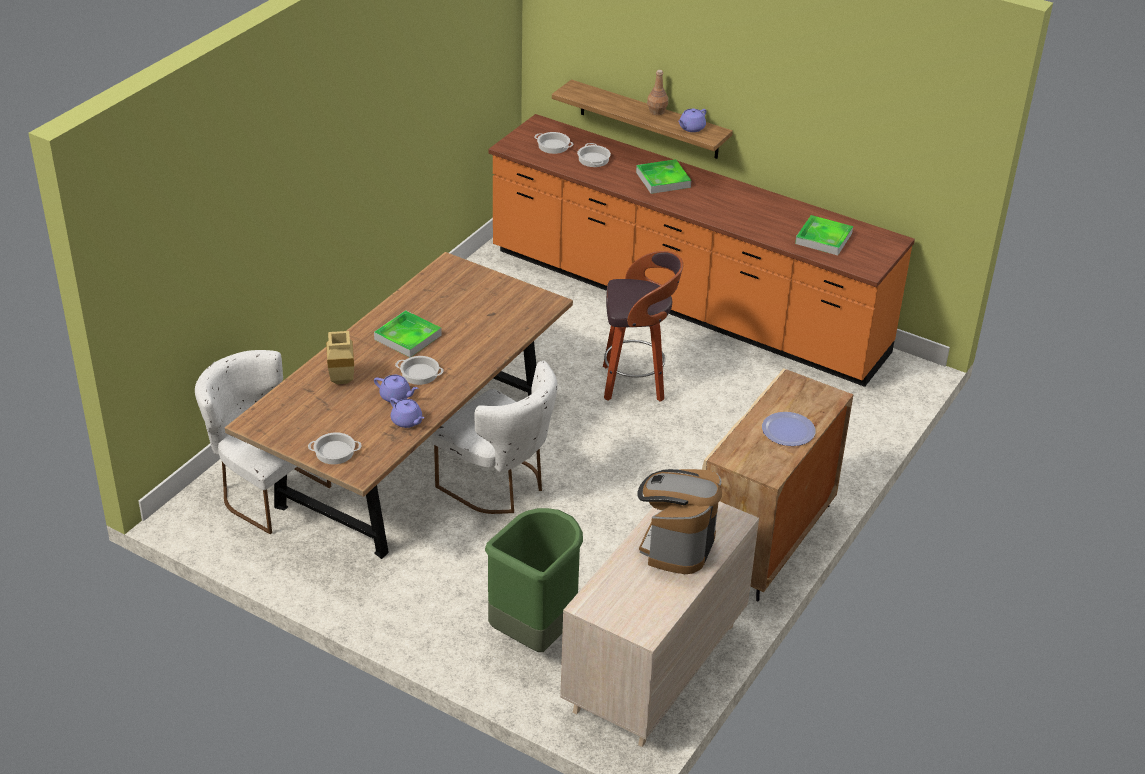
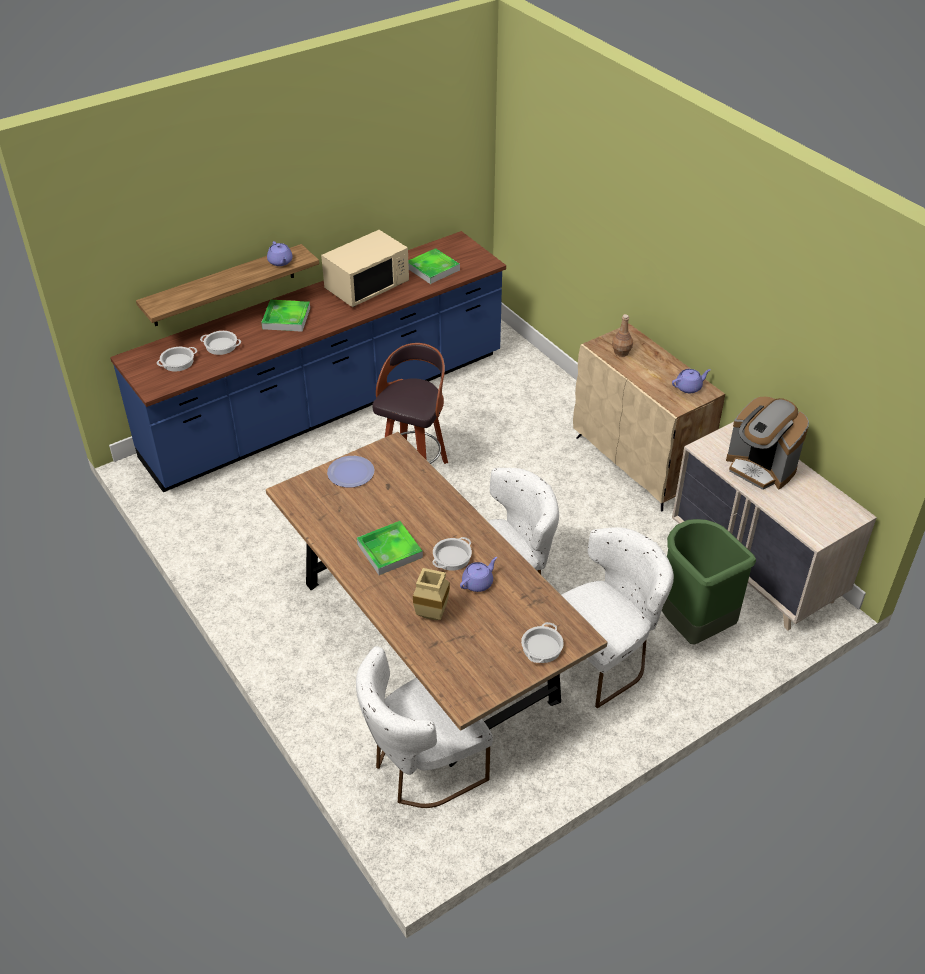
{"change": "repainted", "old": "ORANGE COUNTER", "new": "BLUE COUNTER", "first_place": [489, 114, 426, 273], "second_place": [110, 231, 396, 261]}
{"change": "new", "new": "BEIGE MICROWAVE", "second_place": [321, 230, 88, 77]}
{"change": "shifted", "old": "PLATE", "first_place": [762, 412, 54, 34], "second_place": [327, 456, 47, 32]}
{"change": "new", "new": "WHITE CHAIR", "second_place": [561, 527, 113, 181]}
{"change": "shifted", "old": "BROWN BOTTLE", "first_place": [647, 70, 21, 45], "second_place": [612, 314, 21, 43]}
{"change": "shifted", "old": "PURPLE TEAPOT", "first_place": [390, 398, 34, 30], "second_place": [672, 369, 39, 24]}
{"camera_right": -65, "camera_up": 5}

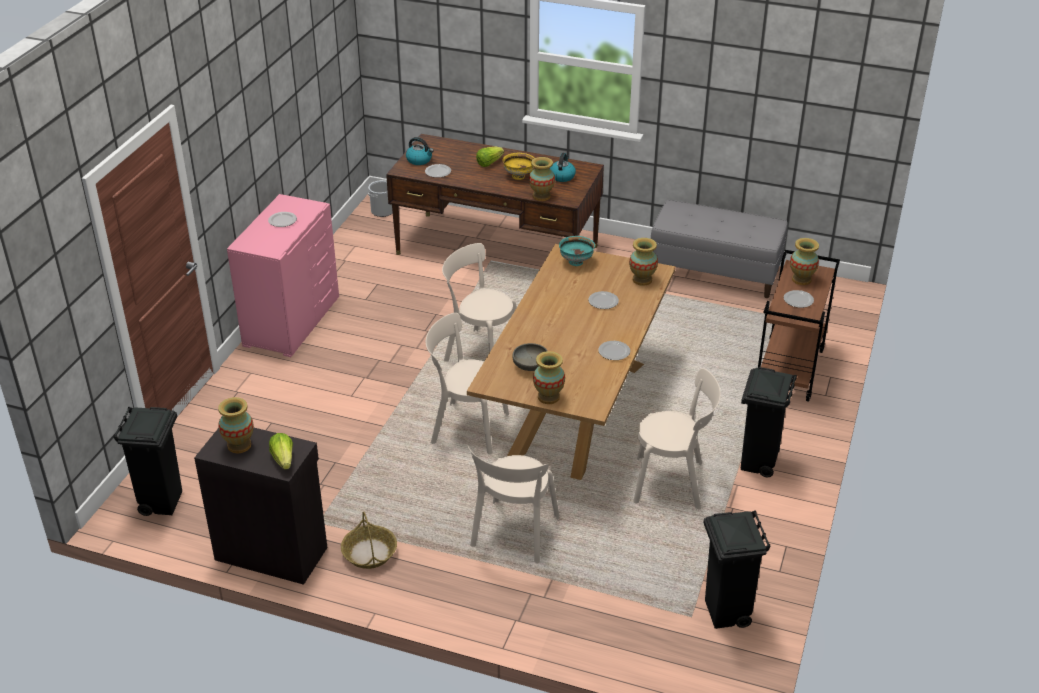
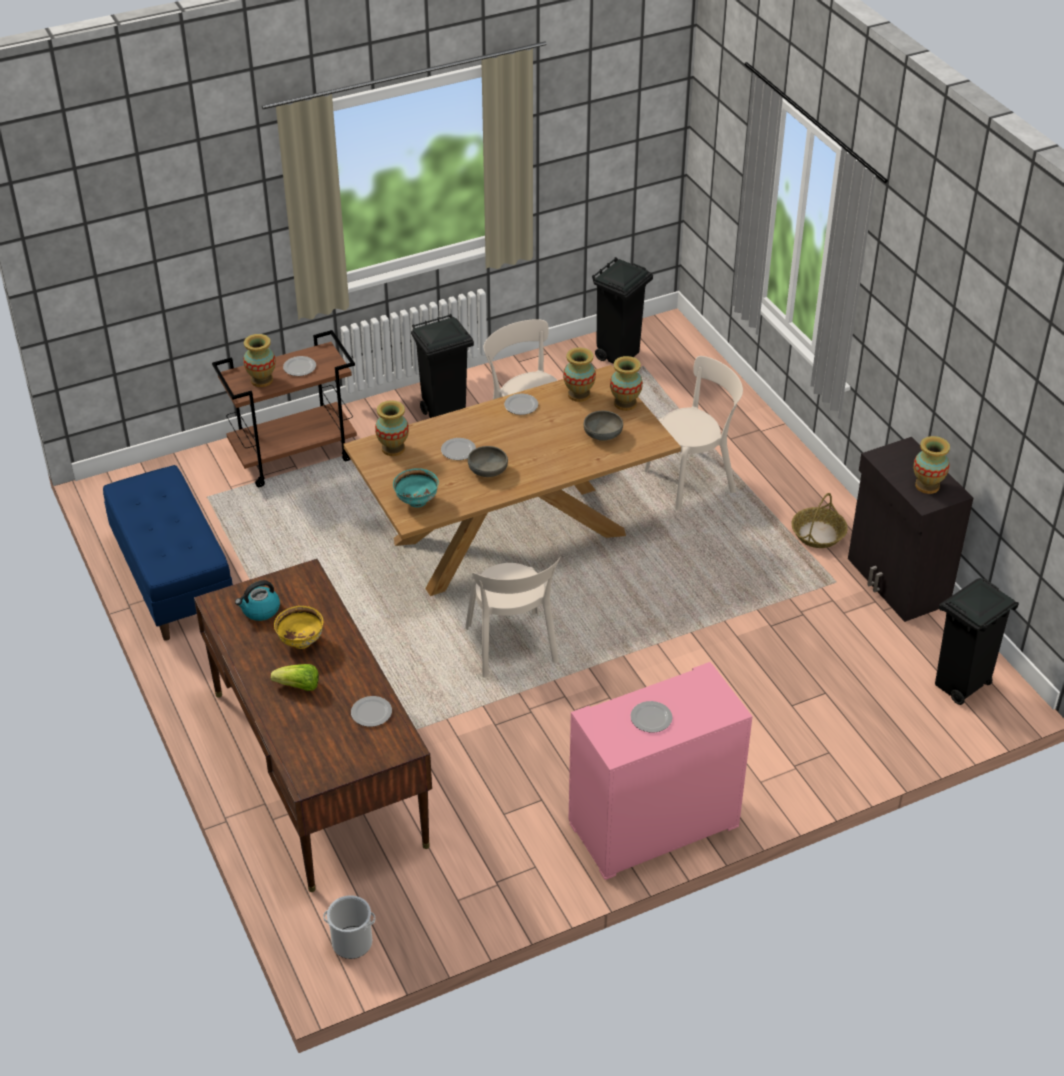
{"change": "repainted", "old": "GREY BENCH", "new": "BLUE BENCH", "first_place": [651, 200, 137, 98], "second_place": [103, 465, 130, 176]}
{"change": "new", "new": "GREY BOWL", "second_place": [468, 446, 40, 31]}
{"change": "shifted", "old": "VASE", "first_place": [529, 157, 26, 44], "second_place": [563, 348, 33, 54]}
{"change": "gone", "old": "LETTUCE", "first_place": [269, 433, 24, 37]}
{"change": "gone", "old": "KETTLE", "first_place": [406, 137, 28, 28]}
{"change": "gone", "old": "BEIGE CHAIR", "first_place": [426, 313, 83, 141]}
{"camera_right": -135, "camera_up": 5}

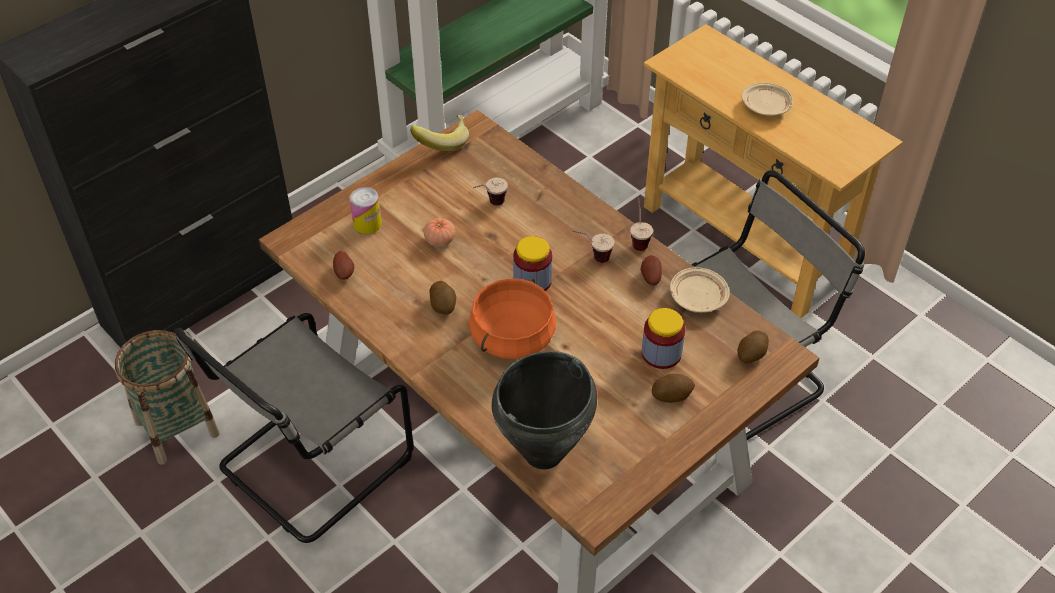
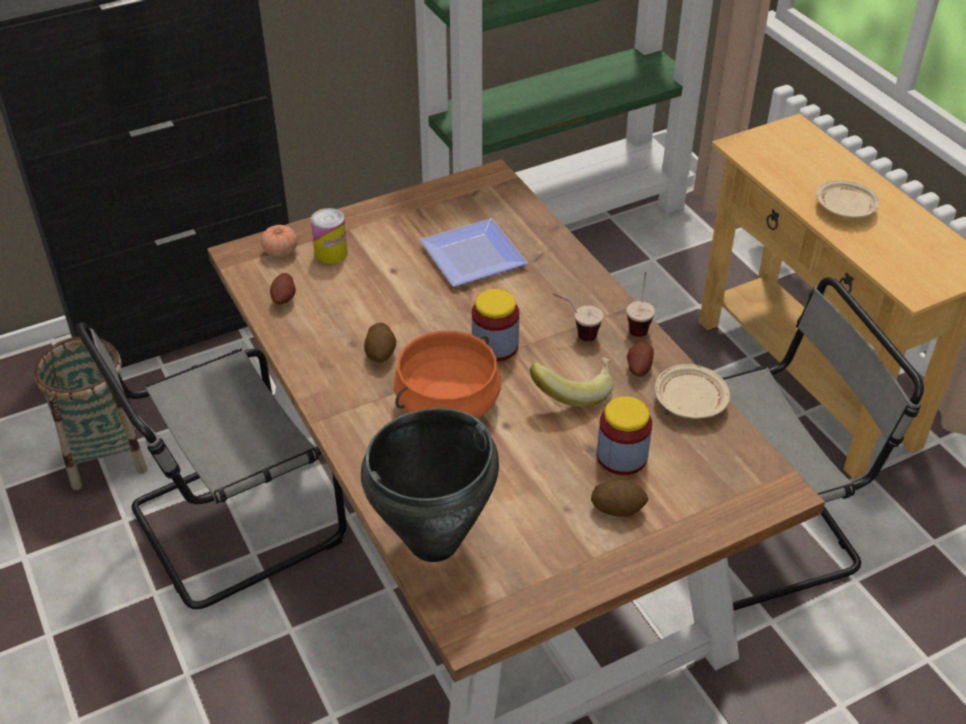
{"change": "shifted", "old": "TOMATO", "first_place": [424, 218, 31, 29], "second_place": [261, 225, 37, 32]}
{"change": "swapped", "old": "CUP", "new": "PLATE", "first_place": [473, 177, 35, 29], "second_place": [420, 218, 108, 69]}
{"change": "shifted", "old": "BANANA", "first_place": [410, 115, 59, 36], "second_place": [530, 358, 83, 49]}
{"change": "gone", "old": "POTATO", "first_place": [737, 331, 32, 32]}
{"camera_right": 15, "camera_up": -5}

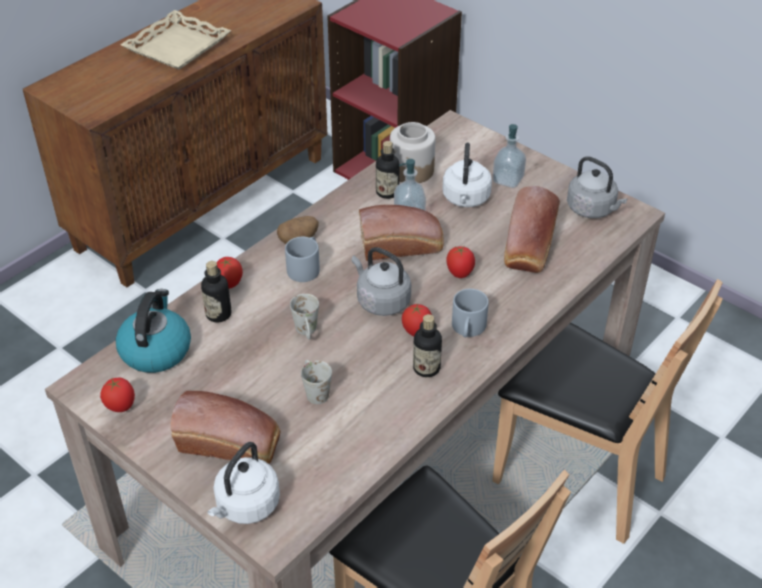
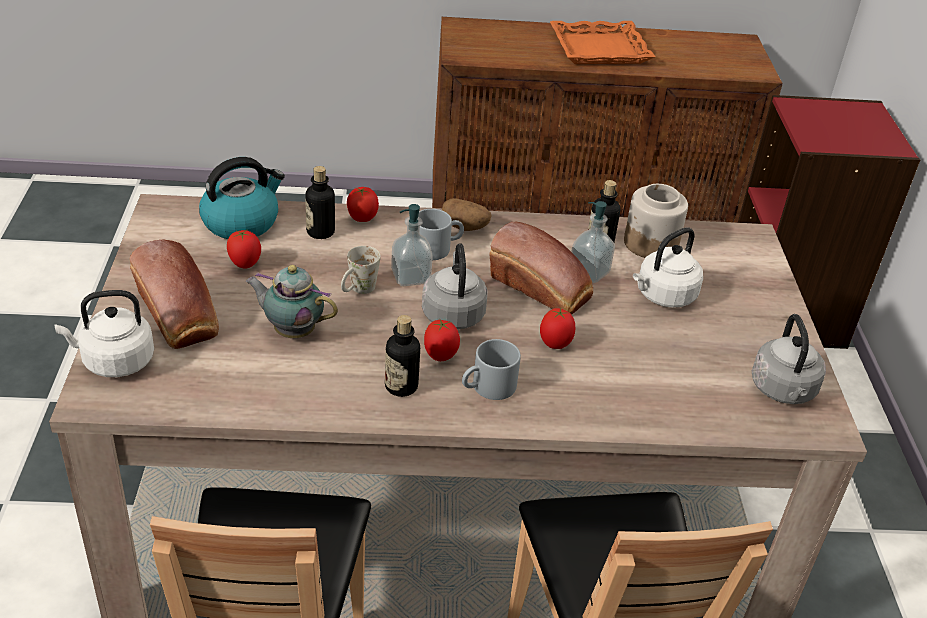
{"change": "shifted", "old": "TOMATO", "first_place": [100, 378, 35, 34], "second_place": [227, 230, 34, 39]}
{"change": "swapped", "old": "WHITE MUG", "new": "TEAPOT", "first_place": [301, 360, 31, 44], "second_place": [246, 265, 92, 73]}
{"change": "shifted", "old": "SOAP DISPENSER", "first_place": [493, 124, 33, 64], "second_place": [391, 204, 42, 82]}
{"change": "repainted", "old": "BEIGE TRAY", "new": "ORANGE TRAY", "first_place": [120, 10, 111, 60], "second_place": [550, 21, 105, 43]}
{"change": "gone", "old": "BREAD", "first_place": [504, 186, 56, 87]}
{"camera_right": 45, "camera_up": -5}

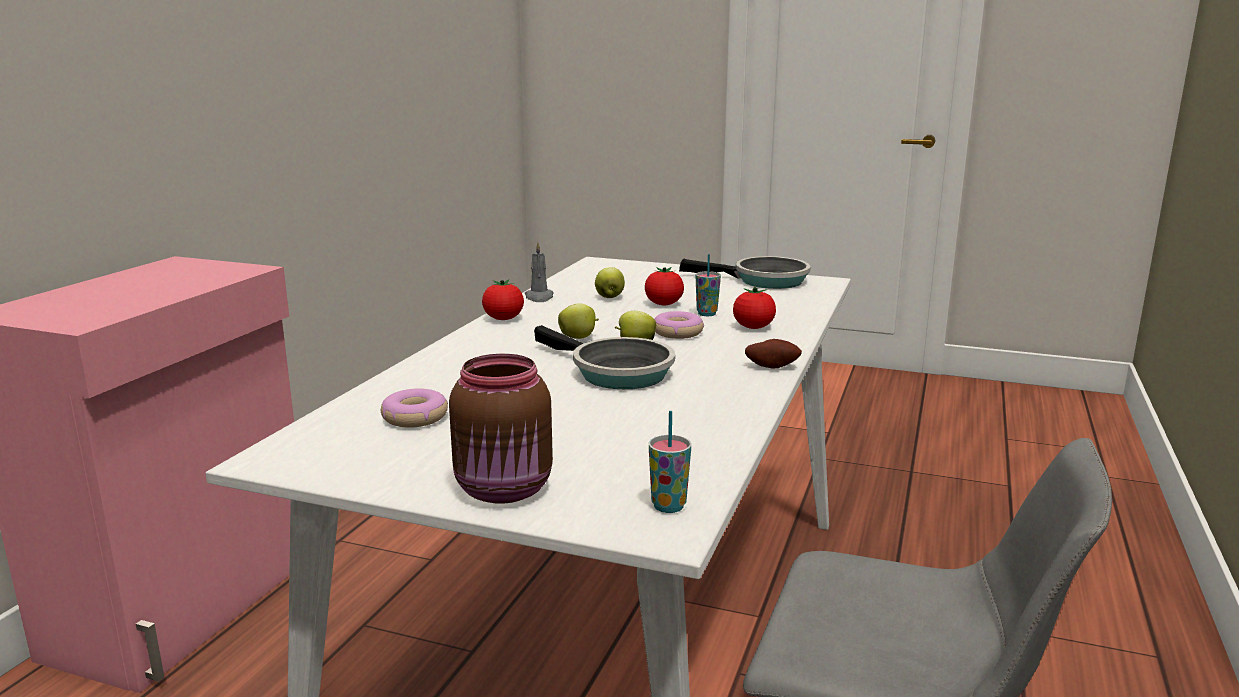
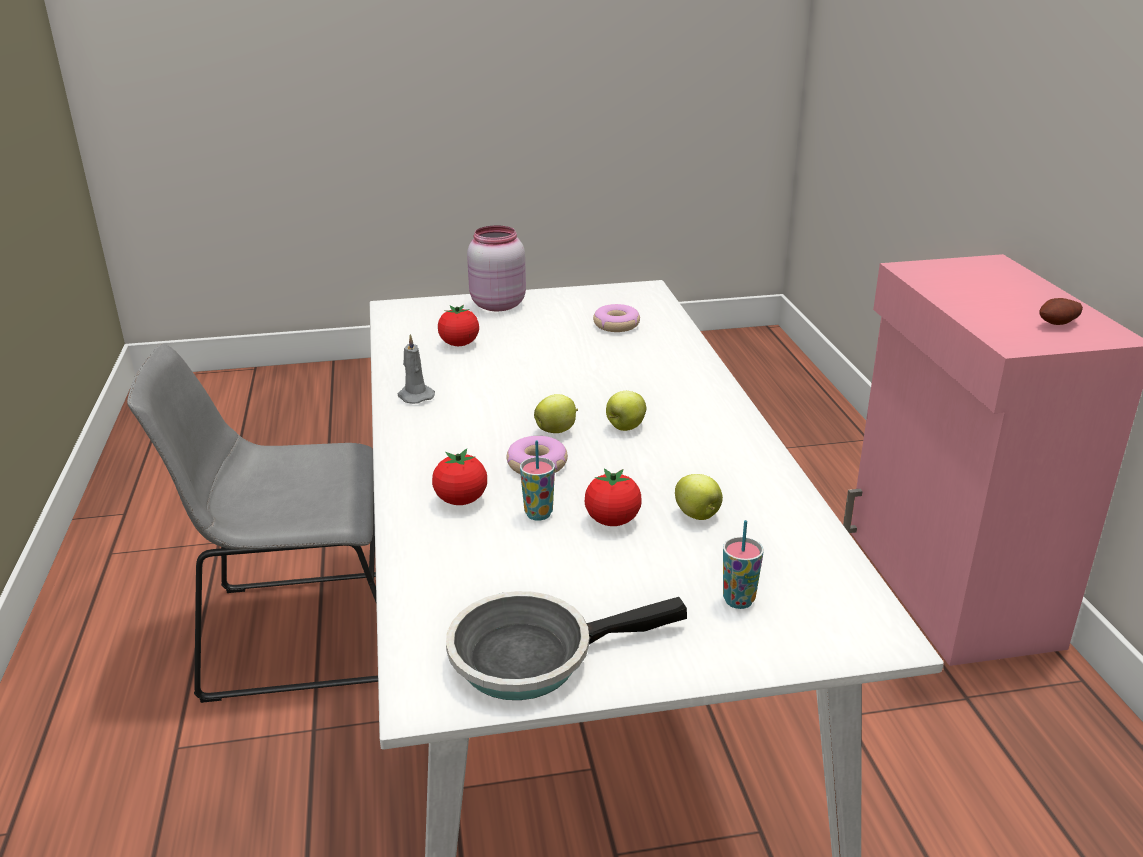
{"change": "shifted", "old": "GREY CANDLE", "first_place": [525, 242, 29, 60], "second_place": [398, 334, 37, 70]}
{"change": "shifted", "old": "TOMATO", "first_place": [482, 280, 42, 40], "second_place": [438, 304, 41, 42]}
{"change": "repainted", "old": "BROWN JAR", "new": "PINK JAR", "first_place": [449, 354, 104, 150], "second_place": [467, 225, 59, 86]}
{"change": "shifted", "old": "CUP", "first_place": [649, 411, 42, 102], "second_place": [723, 520, 40, 89]}
{"change": "shifted", "old": "POTATO", "first_place": [745, 339, 57, 29], "second_place": [1039, 298, 44, 27]}
{"change": "gone", "old": "FRYING PAN", "first_place": [534, 325, 141, 64]}
{"camera_right": 150, "camera_up": 10}

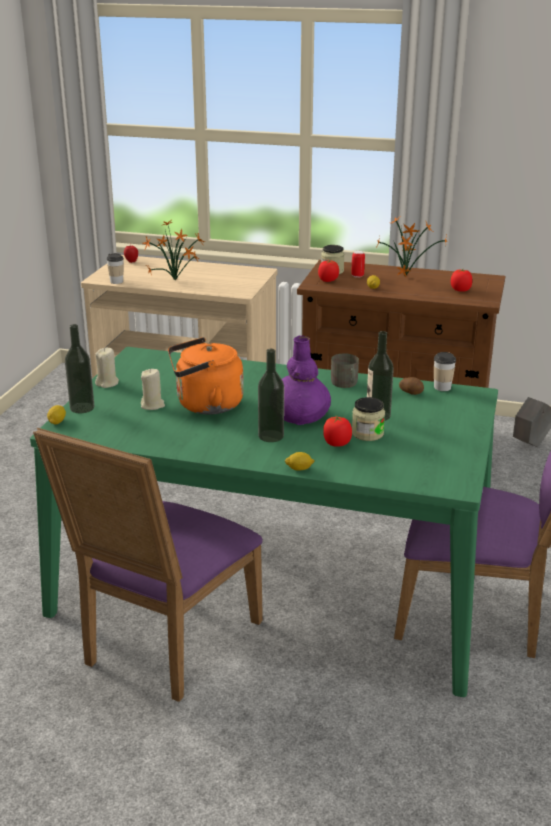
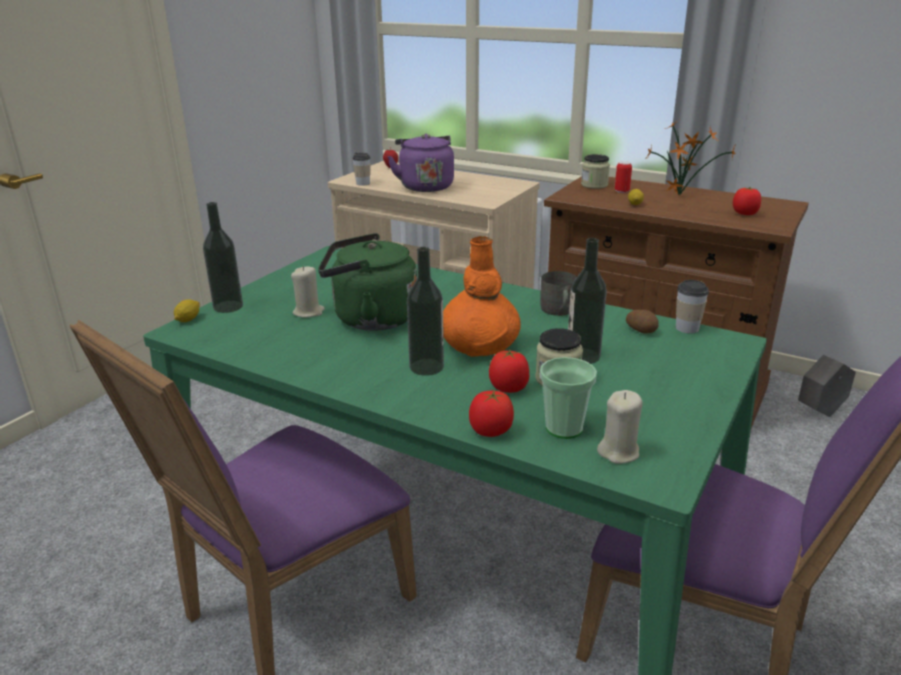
{"change": "repainted", "old": "ORANGE KETTLE", "new": "GREEN KETTLE", "first_place": [168, 337, 76, 78], "second_place": [318, 233, 99, 98]}
{"change": "swapped", "old": "POTTED PLANT", "new": "PURPLE KETTLE", "first_place": [143, 219, 62, 62], "second_place": [387, 134, 67, 58]}
{"change": "repainted", "old": "PURPLE VASE", "new": "ORANGE VASE", "first_place": [282, 336, 49, 89], "second_place": [443, 236, 78, 121]}
{"change": "shifted", "old": "TOMATO", "first_place": [318, 260, 21, 22], "second_place": [469, 389, 45, 48]}
{"change": "new", "new": "CUP", "second_place": [540, 357, 57, 82]}
{"change": "shifted", "old": "BEIGE CANDLE", "first_place": [95, 347, 24, 41], "second_place": [597, 390, 46, 74]}
{"change": "gone", "old": "LEMON", "first_place": [285, 452, 29, 19]}
{"camera_right": 15, "camera_up": 0}

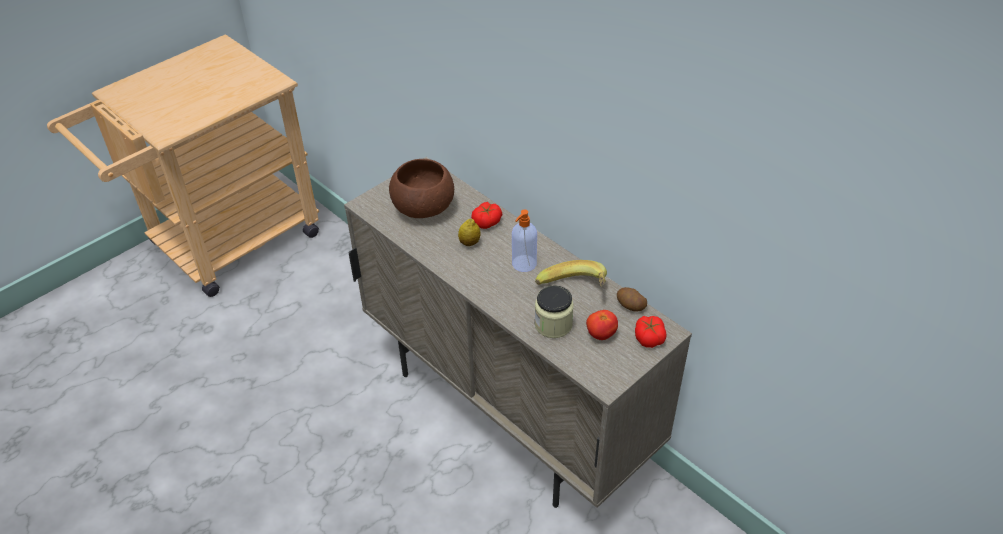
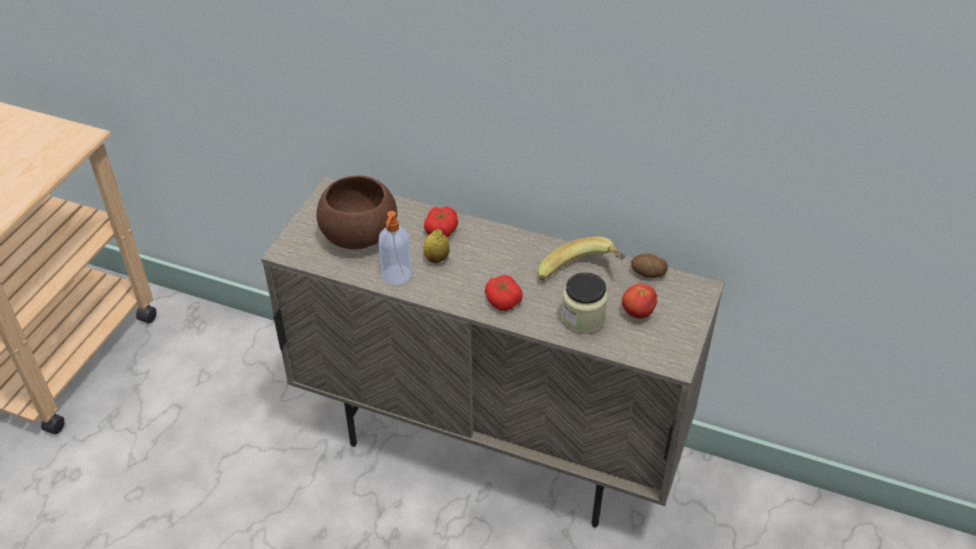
{"change": "shifted", "old": "SOAP DISPENSER", "first_place": [512, 210, 25, 62], "second_place": [379, 211, 32, 74]}
{"change": "shifted", "old": "TOMATO", "first_place": [635, 316, 31, 32], "second_place": [485, 275, 38, 36]}
{"camera_right": -25, "camera_up": 0}

